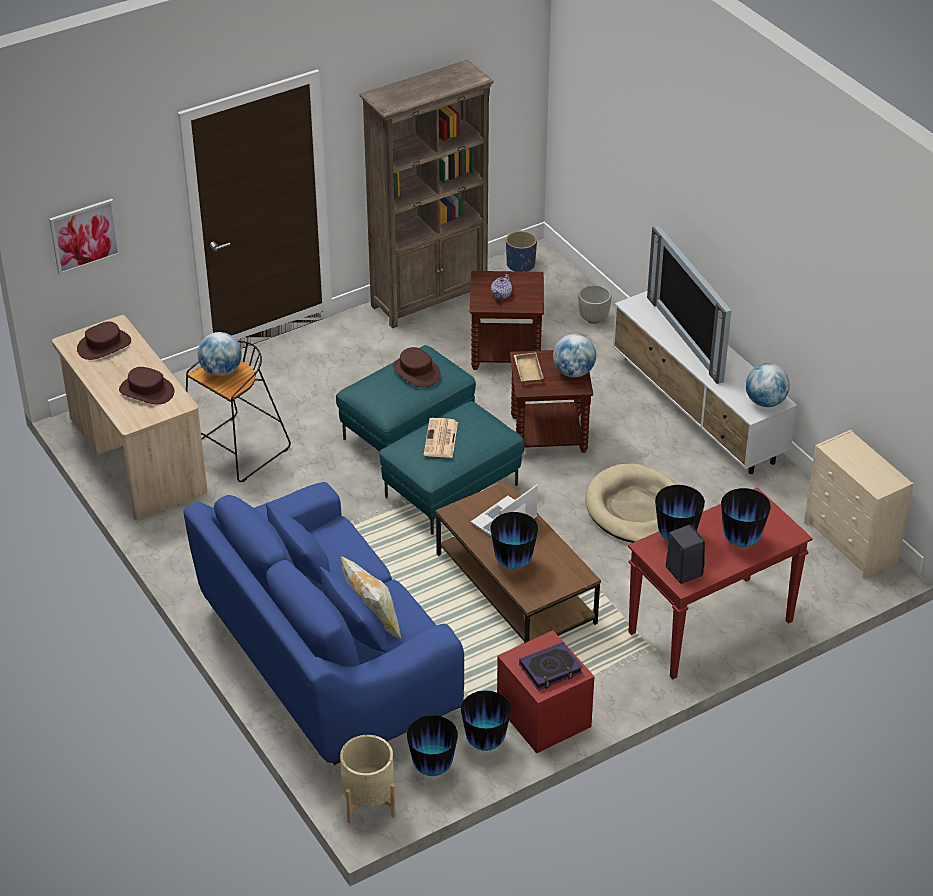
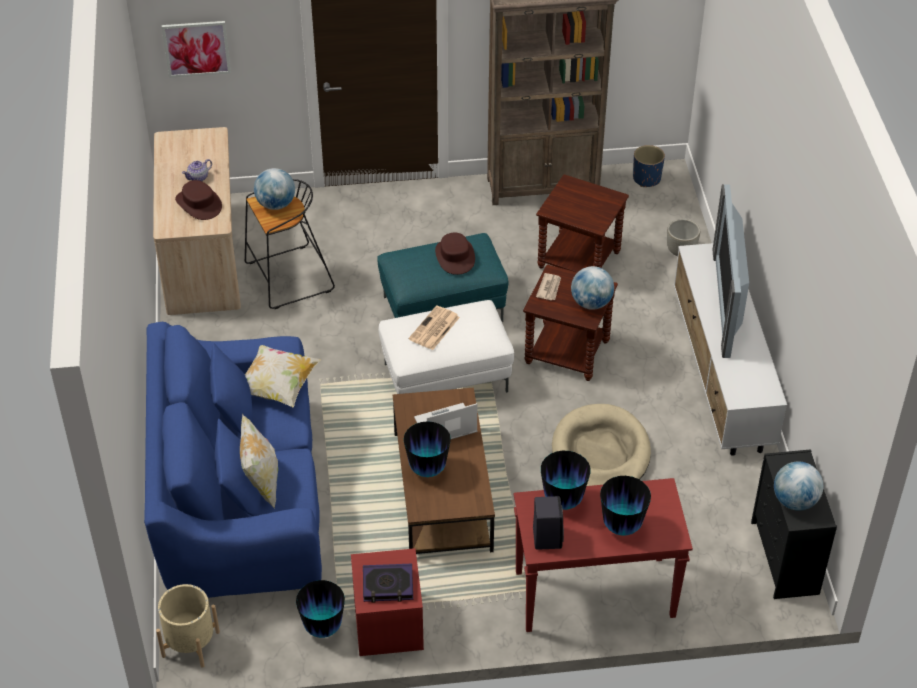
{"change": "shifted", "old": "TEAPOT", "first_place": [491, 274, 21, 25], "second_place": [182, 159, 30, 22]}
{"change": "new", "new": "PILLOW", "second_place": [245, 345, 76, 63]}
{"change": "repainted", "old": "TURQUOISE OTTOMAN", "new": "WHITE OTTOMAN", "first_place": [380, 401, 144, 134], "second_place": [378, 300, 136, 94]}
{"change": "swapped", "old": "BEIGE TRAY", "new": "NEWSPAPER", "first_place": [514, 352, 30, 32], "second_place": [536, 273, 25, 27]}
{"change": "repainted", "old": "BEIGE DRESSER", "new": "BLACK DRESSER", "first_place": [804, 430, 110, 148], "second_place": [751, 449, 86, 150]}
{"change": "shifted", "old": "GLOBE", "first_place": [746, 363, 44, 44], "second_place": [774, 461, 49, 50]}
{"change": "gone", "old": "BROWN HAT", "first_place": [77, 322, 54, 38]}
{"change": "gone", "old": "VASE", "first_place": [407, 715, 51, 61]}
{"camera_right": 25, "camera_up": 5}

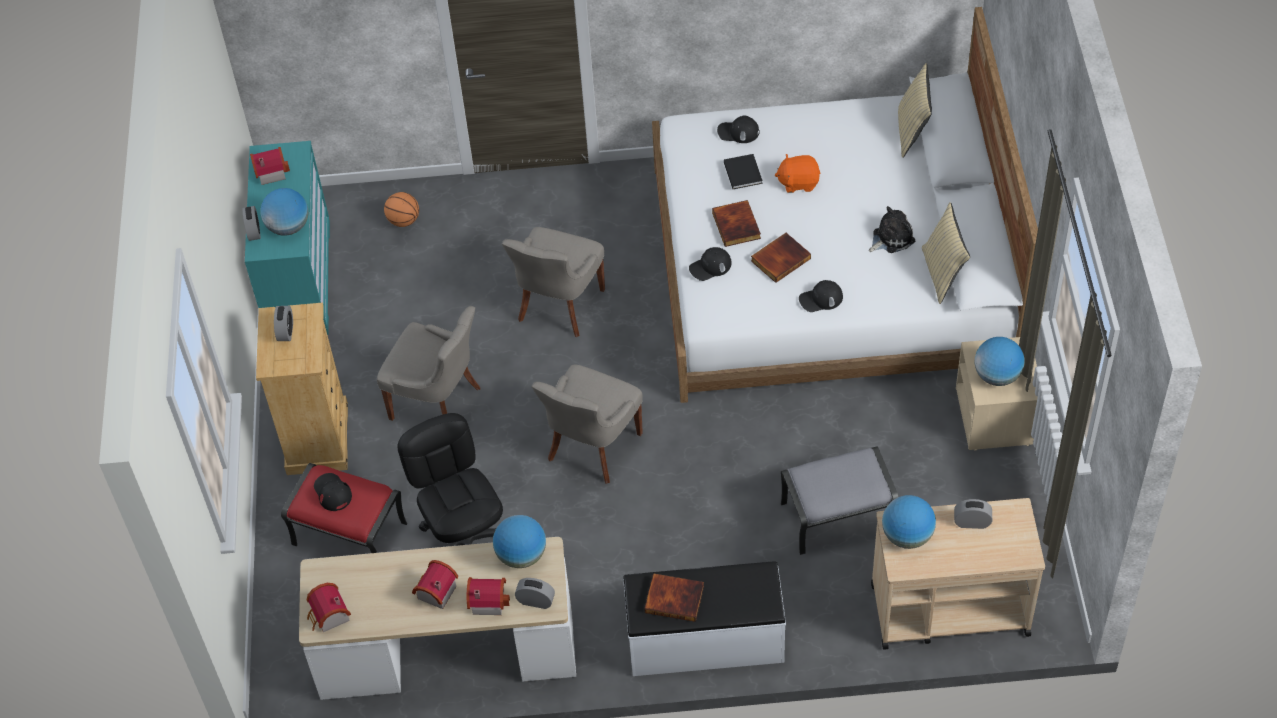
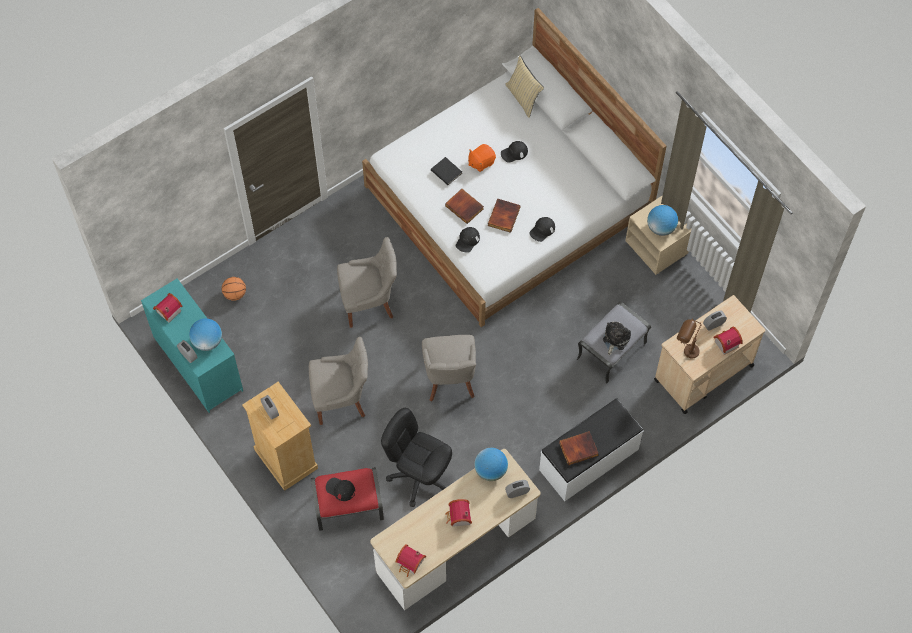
{"change": "rotated", "old": "GREY CHAIR", "first_place": [502, 227, 103, 110], "second_place": [337, 237, 60, 91], "degrees": -90}
{"change": "shifted", "old": "BLACK CAP", "first_place": [717, 116, 42, 27], "second_place": [501, 141, 27, 22]}
{"change": "shifted", "old": "PLUSH TOY", "first_place": [869, 206, 46, 47], "second_place": [603, 322, 28, 33]}
{"change": "swapped", "old": "GLOBE", "new": "BROWN TABLE LAMP", "first_place": [882, 495, 54, 54], "second_place": [677, 319, 25, 40]}
{"change": "shifted", "old": "TOY HOUSE", "first_place": [467, 577, 43, 38], "second_place": [713, 327, 30, 28]}
{"change": "gone", "old": "BEIGE PILLOW", "first_place": [922, 202, 48, 102]}
{"camera_right": -35, "camera_up": 10}

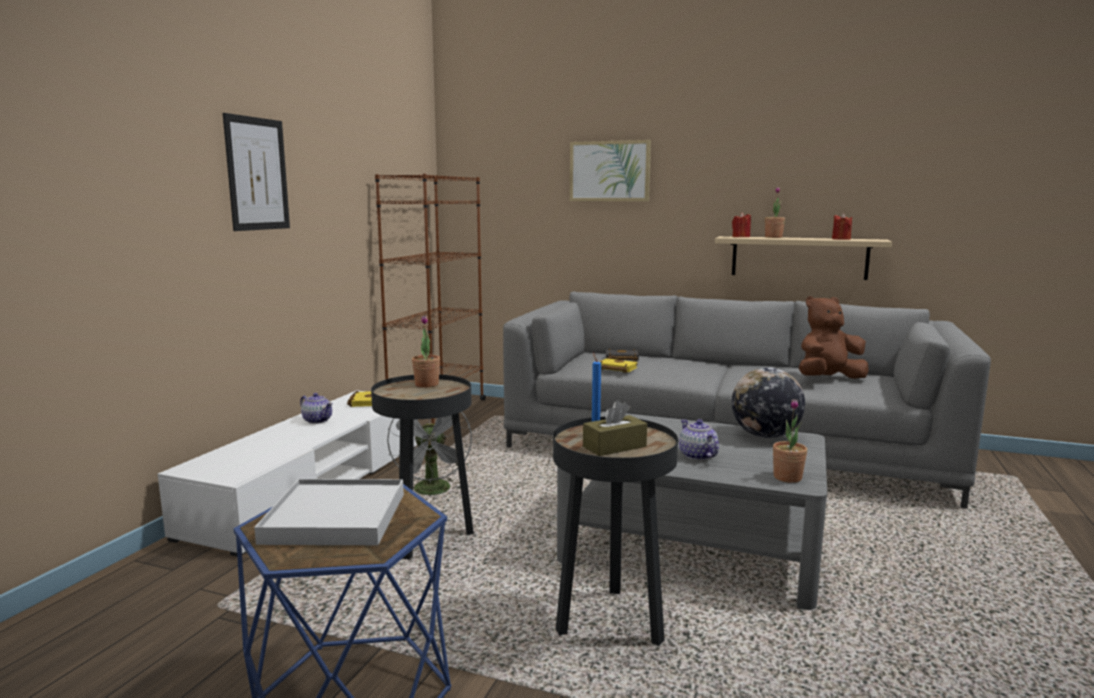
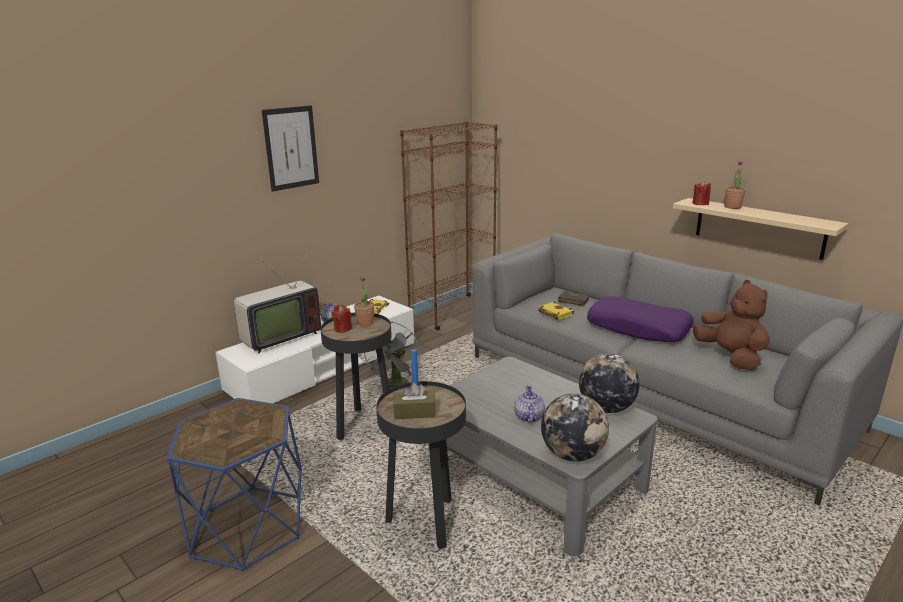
{"change": "new", "new": "TELEVISION", "second_place": [234, 248, 87, 105]}
{"change": "shifted", "old": "RED CANDLE", "first_place": [832, 213, 20, 27], "second_place": [332, 305, 20, 28]}
{"change": "swapped", "old": "POTTED PLANT", "new": "GLOBE", "first_place": [773, 399, 34, 84], "second_place": [541, 393, 68, 69]}
{"change": "new", "new": "PURPLE PILLOW", "second_place": [587, 296, 106, 46]}
{"change": "rotated", "old": "BROWN PLUSH TOY", "first_place": [799, 296, 70, 83], "second_place": [693, 280, 77, 90], "degrees": 60}
{"change": "gone", "old": "WHITE TRAY", "first_place": [254, 479, 150, 66]}
{"change": "gone", "old": "PICTURE", "first_place": [570, 140, 81, 61]}
{"camera_right": 25, "camera_up": 10}

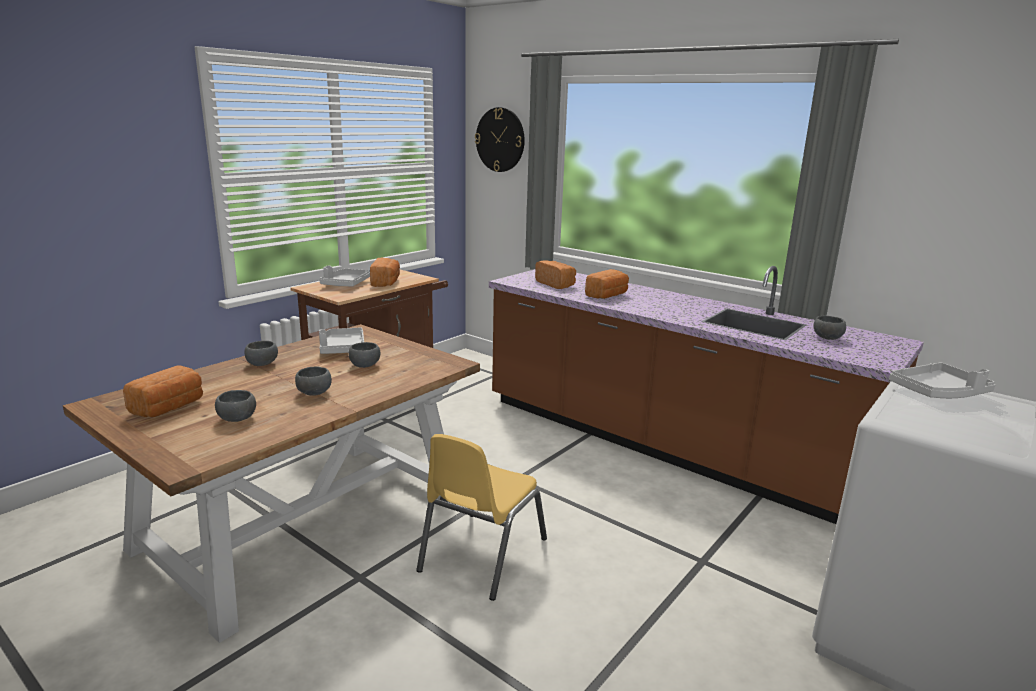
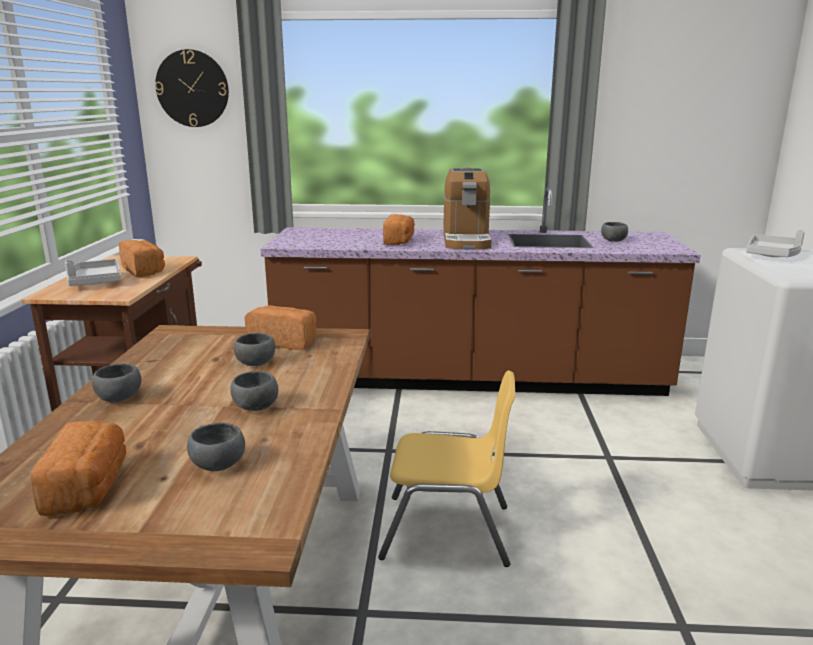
{"change": "shifted", "old": "BREAD", "first_place": [535, 260, 41, 29], "second_place": [245, 305, 72, 45]}
{"change": "rotated", "old": "YELLOW CHAIR", "first_place": [416, 434, 131, 167], "second_place": [378, 370, 137, 197], "degrees": -75}
{"change": "new", "new": "COFFEE MACHINE", "second_place": [443, 167, 49, 83]}
{"change": "gone", "old": "GREY TRAY", "first_place": [319, 327, 45, 27]}
{"camera_right": -35, "camera_up": 0}

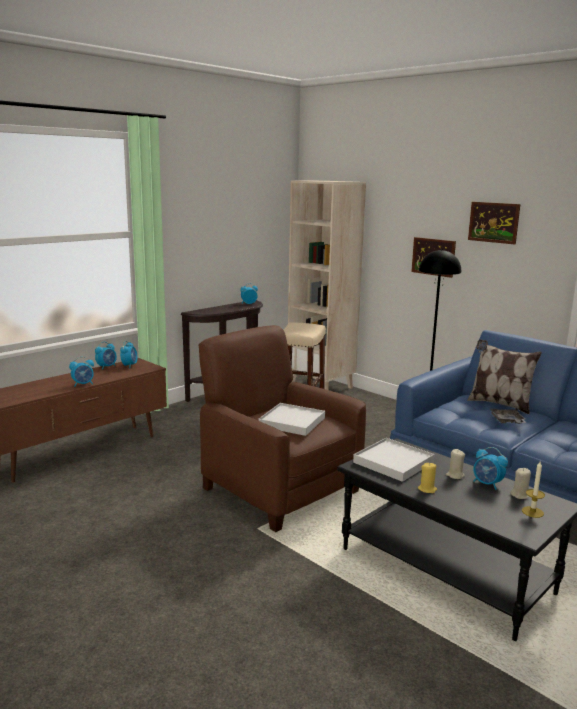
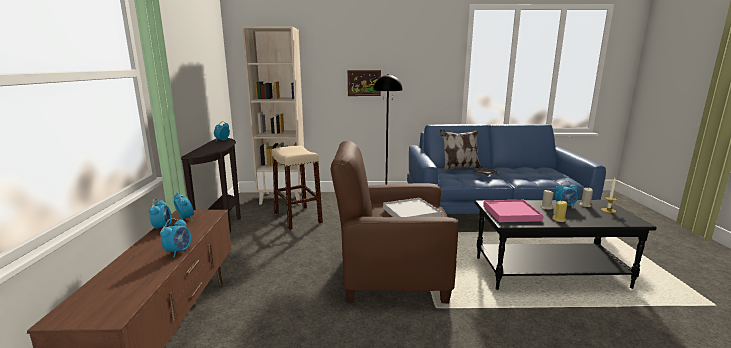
{"change": "repainted", "old": "WHITE TRAY", "new": "PINK TRAY", "first_place": [353, 438, 82, 44], "second_place": [483, 200, 60, 22]}
{"change": "gone", "old": "PICTURE", "first_place": [468, 202, 52, 42]}
{"camera_right": -45, "camera_up": 0}

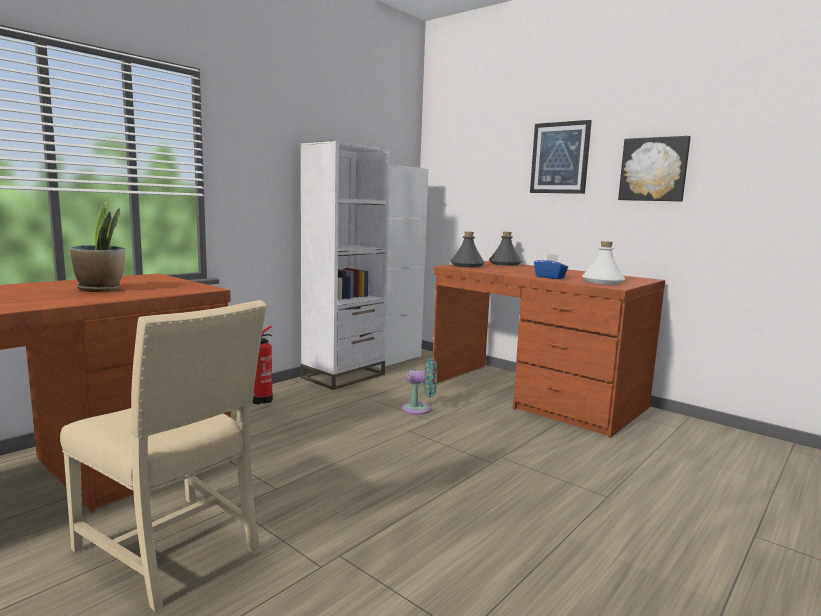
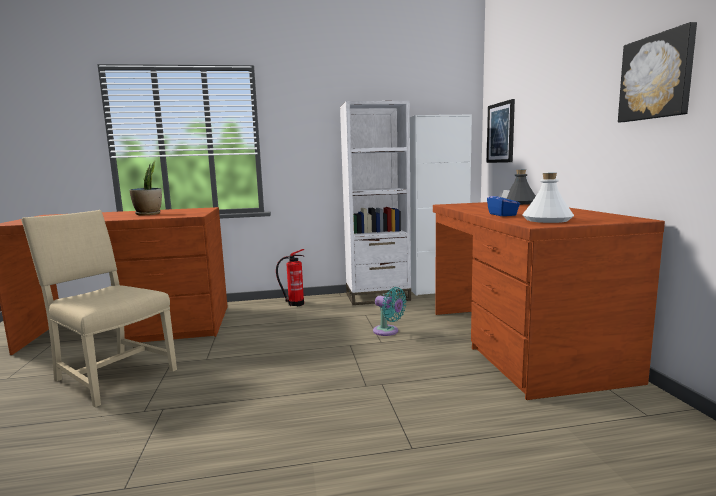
{"change": "rotated", "old": "BEIGE CHAIR", "first_place": [60, 300, 207, 311], "second_place": [21, 210, 156, 197], "degrees": 135}
{"change": "shifted", "old": "PICTURE", "first_place": [530, 120, 62, 74], "second_place": [487, 99, 28, 64]}
{"change": "gone", "old": "GREY BOTTLE", "first_place": [450, 232, 35, 35]}
{"camera_right": 40, "camera_up": 0}

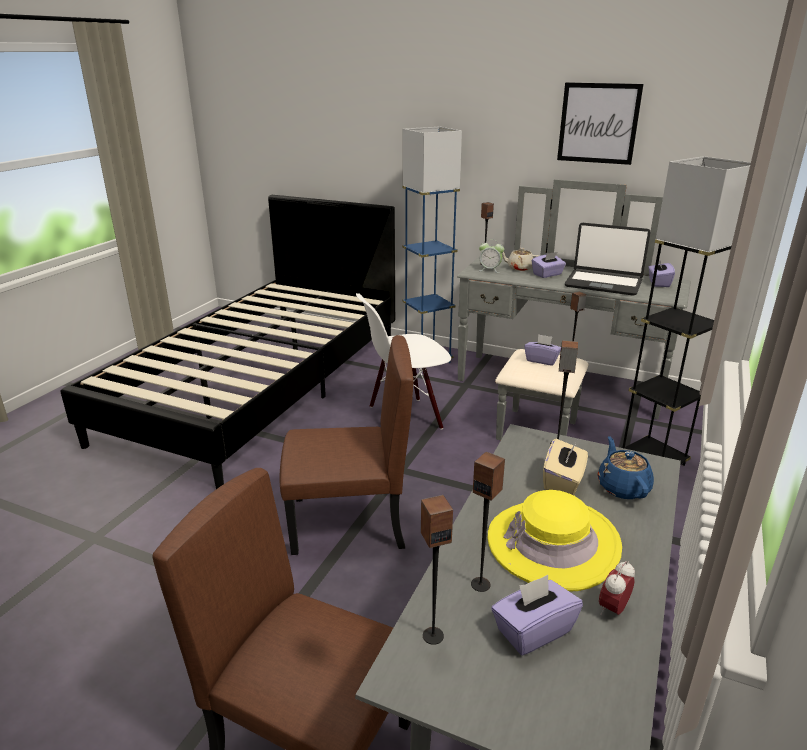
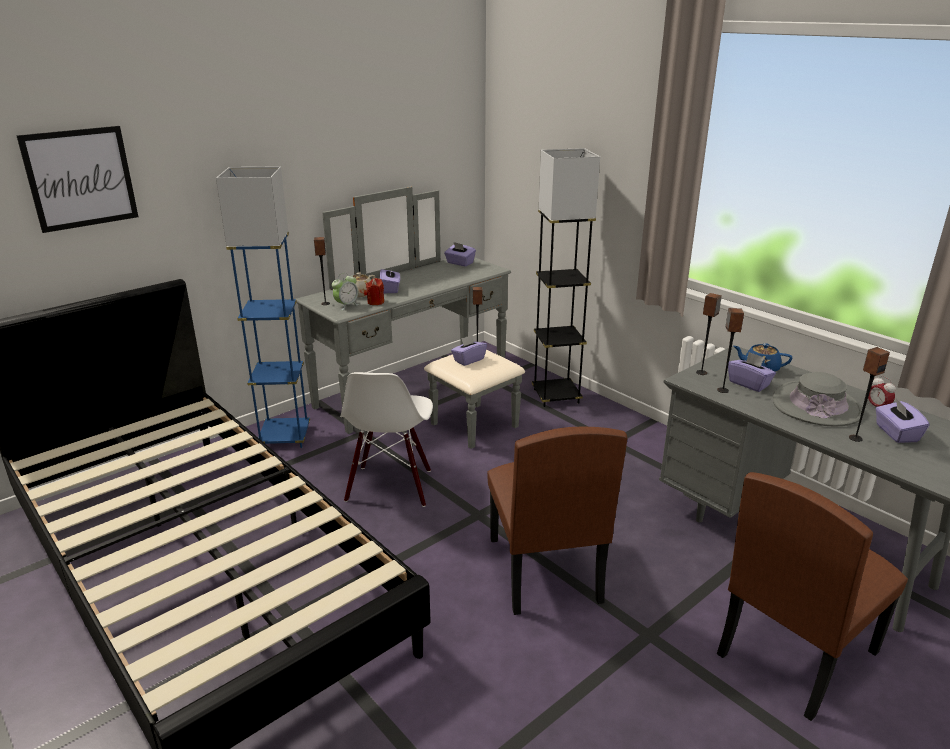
{"change": "shifted", "old": "PICTURE", "first_place": [557, 82, 87, 83], "second_place": [16, 126, 122, 107]}
{"change": "new", "new": "RED CANDLE", "second_place": [366, 278, 18, 27]}
{"change": "rotated", "old": "BROWN CHAIR", "first_place": [279, 335, 135, 220], "second_place": [487, 426, 140, 189], "degrees": 150}
{"change": "shifted", "old": "SPEAKER", "first_place": [421, 495, 32, 150], "second_place": [717, 308, 27, 85]}
{"change": "repainted", "old": "BEIGE TISSUE BOX", "new": "PURPLE TISSUE BOX", "first_place": [543, 439, 45, 56], "second_place": [728, 352, 48, 40]}
{"change": "repainted", "old": "YELLOW HAT", "new": "GREY HAT", "first_place": [488, 490, 134, 101], "second_place": [773, 372, 91, 55]}
{"change": "gone", "old": "LAPTOP", "first_place": [565, 223, 86, 73]}
{"camera_right": -65, "camera_up": 0}

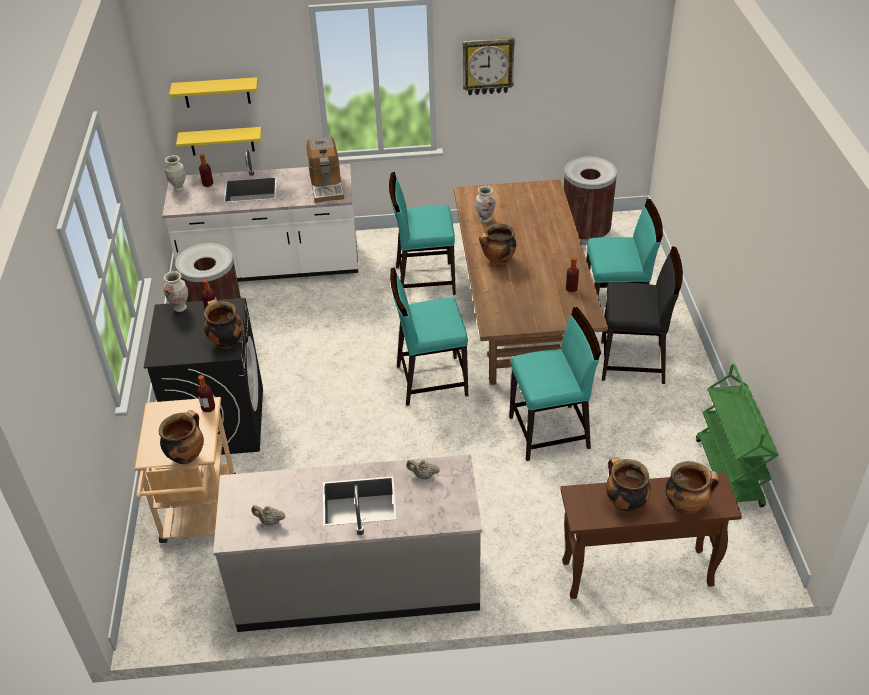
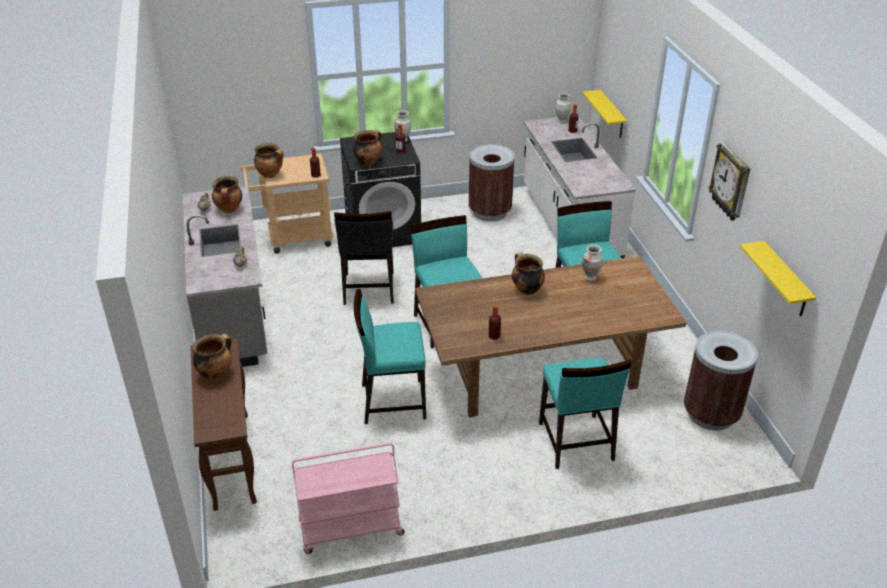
{"change": "shifted", "old": "COOKING POT", "first_place": [666, 461, 53, 53], "second_place": [212, 176, 30, 37]}
{"change": "repainted", "old": "GREEN CART", "new": "PINK CART", "first_place": [696, 364, 83, 143], "second_place": [292, 443, 112, 111]}
{"change": "shifted", "old": "BLACK CHAIR", "first_place": [601, 246, 82, 138], "second_place": [334, 211, 60, 94]}
{"change": "rotated", "old": "TURQUOISE CHAIR", "first_place": [509, 307, 92, 154], "second_place": [354, 289, 72, 135], "degrees": 105}
{"change": "shifted", "old": "YELLOW SHELF", "first_place": [169, 77, 89, 31], "second_place": [740, 241, 76, 75]}
{"change": "gone", "old": "COFFEE MACHINE", "first_place": [307, 136, 37, 67]}
{"camera_right": 80, "camera_up": -5}

